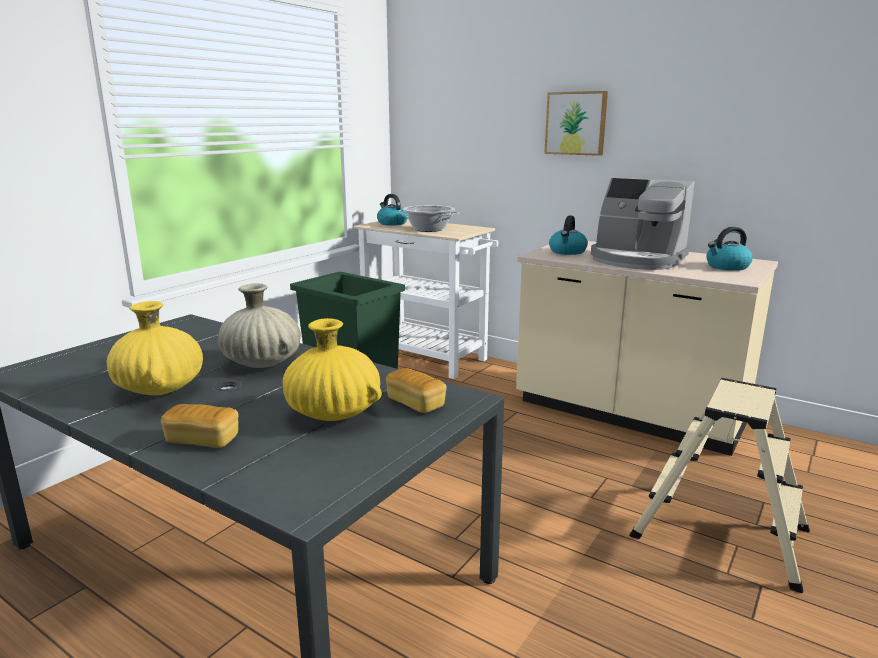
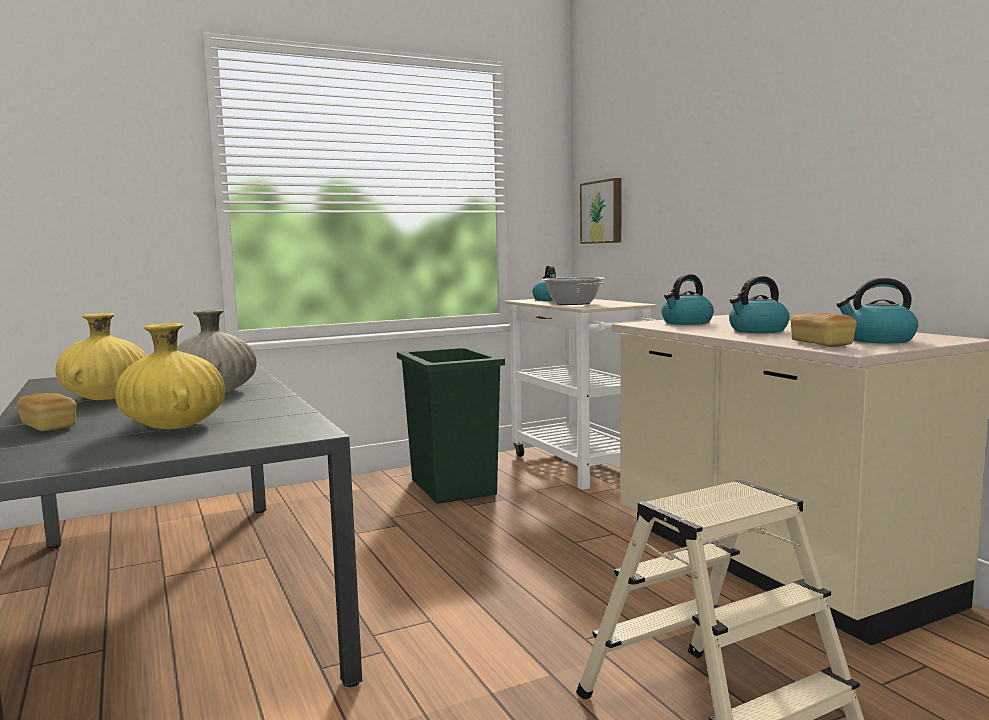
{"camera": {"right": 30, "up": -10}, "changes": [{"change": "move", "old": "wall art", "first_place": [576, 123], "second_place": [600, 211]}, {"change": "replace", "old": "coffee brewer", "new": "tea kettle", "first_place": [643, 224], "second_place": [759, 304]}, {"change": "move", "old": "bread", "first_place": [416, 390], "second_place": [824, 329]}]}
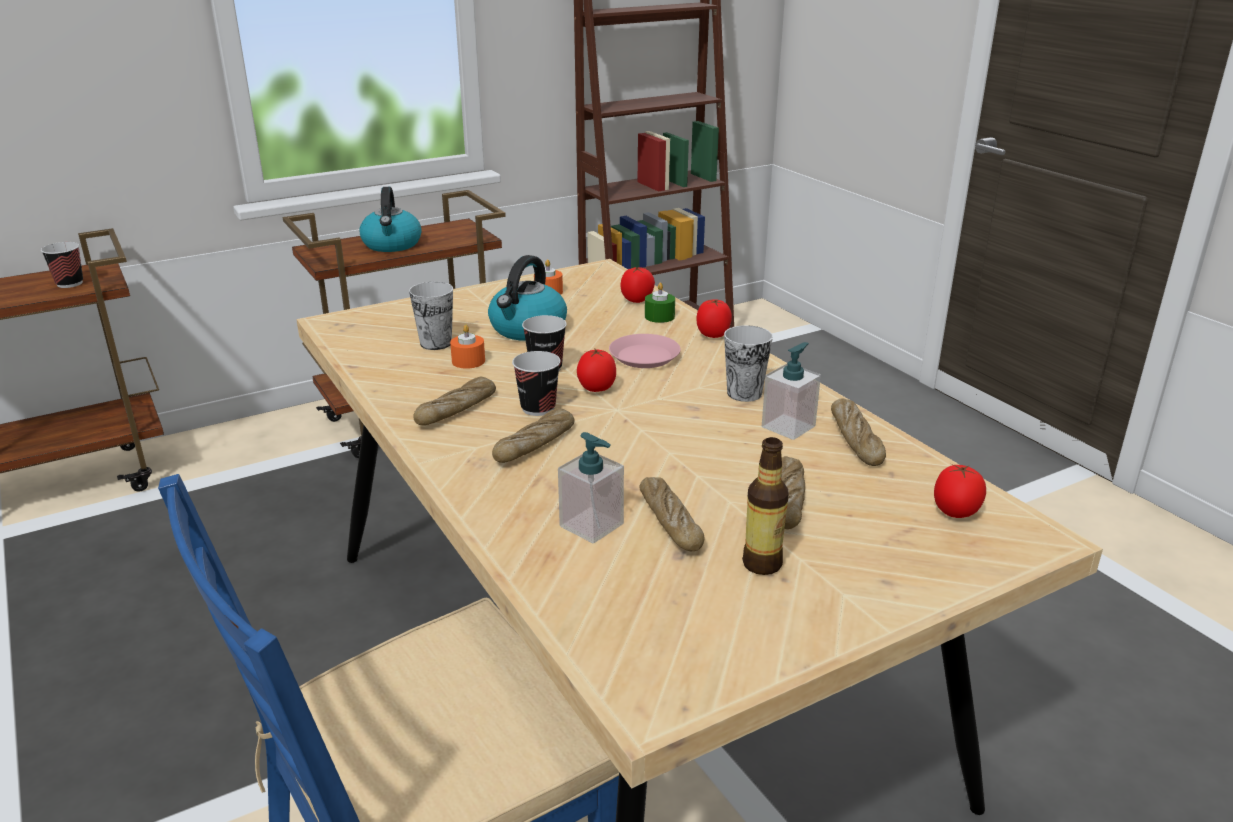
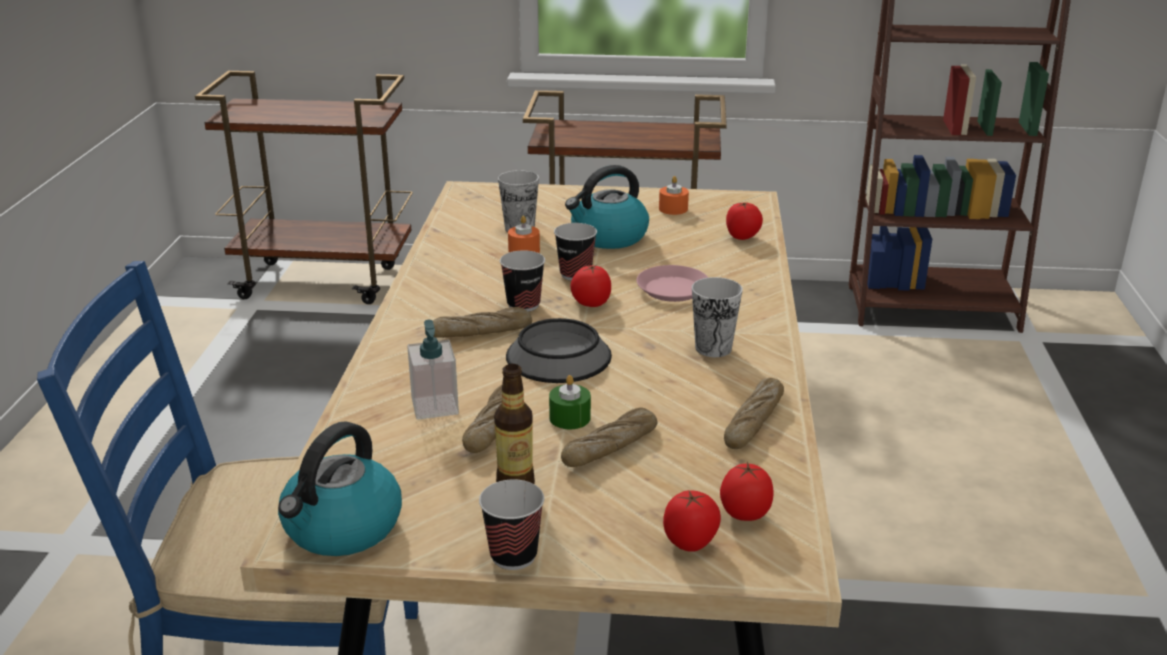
{"camera": {"right": 35, "up": 0}, "changes": [{"change": "move", "old": "tea kettle", "first_place": [390, 219], "second_place": [340, 488]}, {"change": "move", "old": "small cup", "first_place": [62, 265], "second_place": [511, 524]}, {"change": "insert", "new": "deep dish", "second_place": [559, 350]}, {"change": "move", "old": "greenish candle", "first_place": [660, 303], "second_place": [570, 402]}, {"change": "move", "old": "whole tomato", "first_place": [714, 318], "second_place": [692, 521]}, {"change": "delete", "old": "bread", "first_place": [455, 401]}, {"change": "delete", "old": "liquid soap bottle", "first_place": [791, 391]}]}
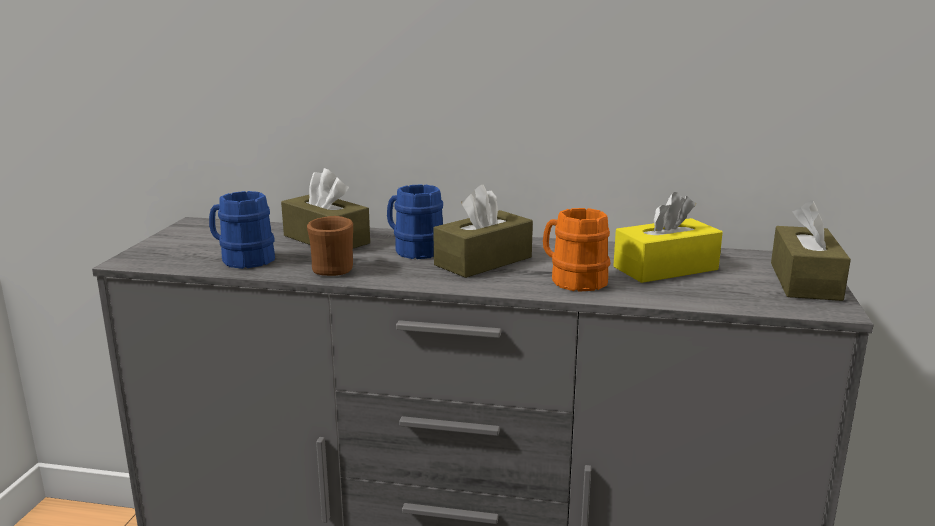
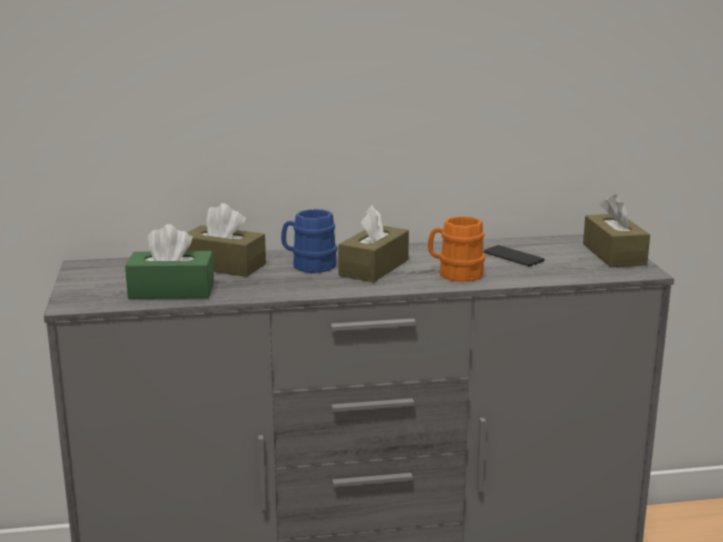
{"camera": {"right": -20, "up": 0}, "changes": [{"change": "replace", "old": "blue tea mug", "new": "greenish box of tissues", "first_place": [242, 230], "second_place": [169, 261]}, {"change": "replace", "old": "yellowish box of tissues", "new": "phone", "first_place": [668, 237], "second_place": [514, 256]}, {"change": "delete", "old": "brownish tea mug", "first_place": [330, 246]}]}
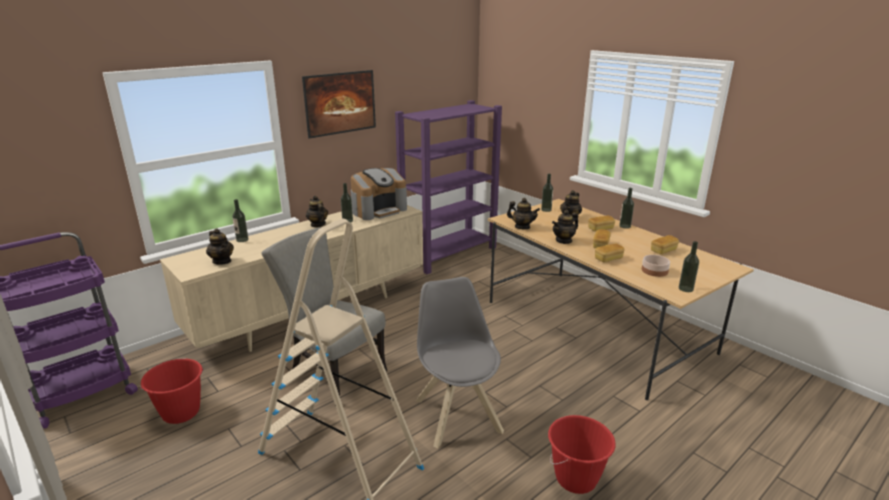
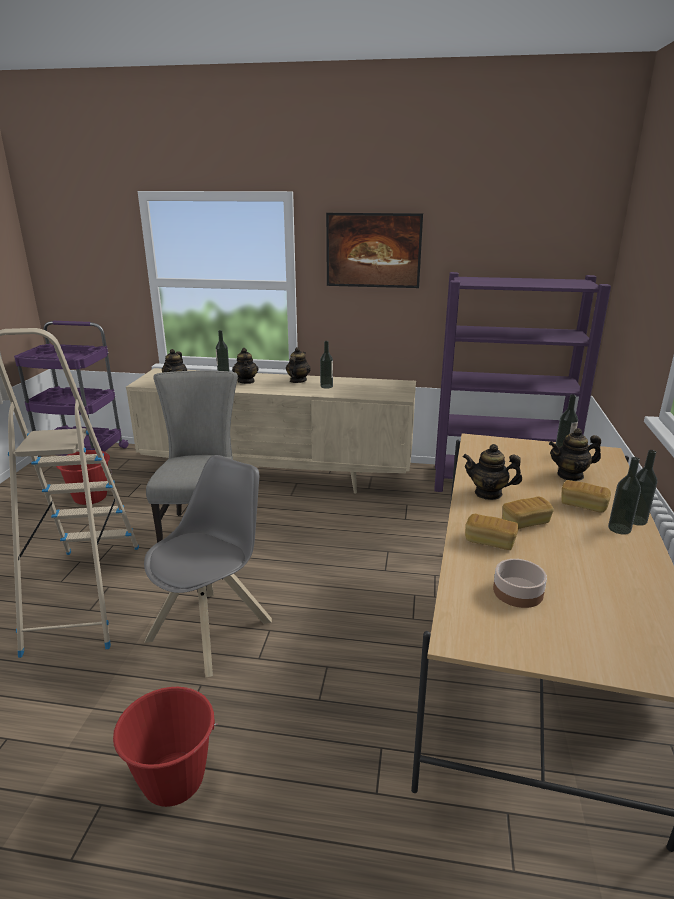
{"camera": {"right": 50, "up": 0}, "changes": [{"change": "move", "old": "pot for tea", "first_place": [523, 213], "second_place": [245, 366]}, {"change": "move", "old": "bottle", "first_place": [689, 266], "second_place": [624, 496]}, {"change": "delete", "old": "coffee brewer", "first_place": [379, 194]}, {"change": "delete", "old": "bread", "first_place": [665, 244]}]}
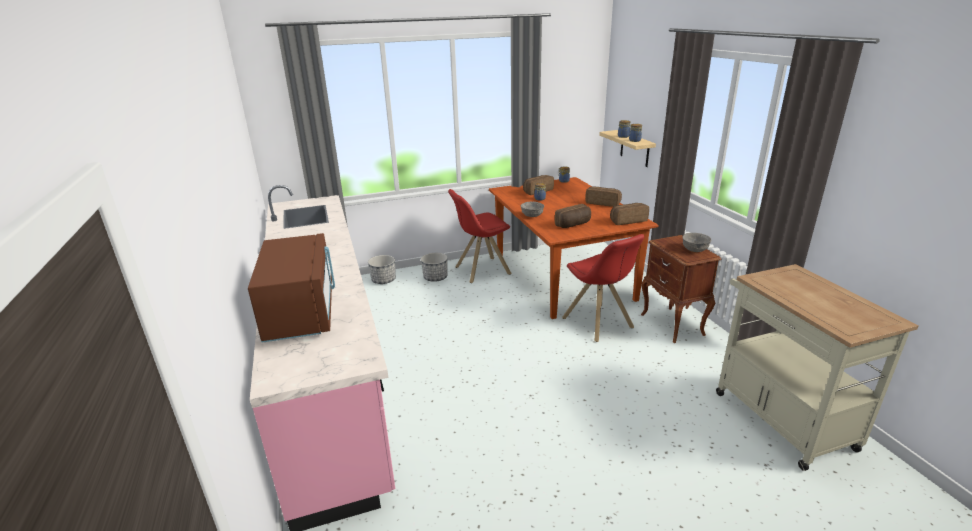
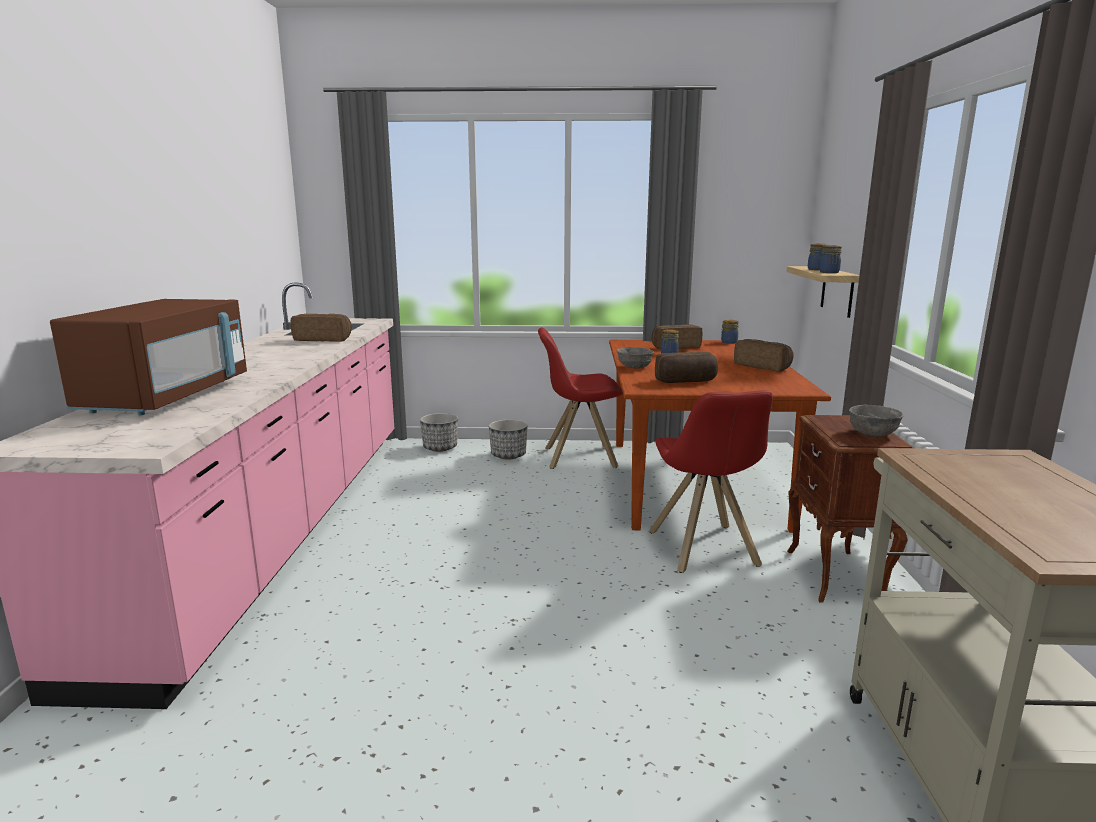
{"camera": {"right": 20, "up": -10}, "changes": [{"change": "move", "old": "bread", "first_place": [629, 214], "second_place": [321, 327]}]}
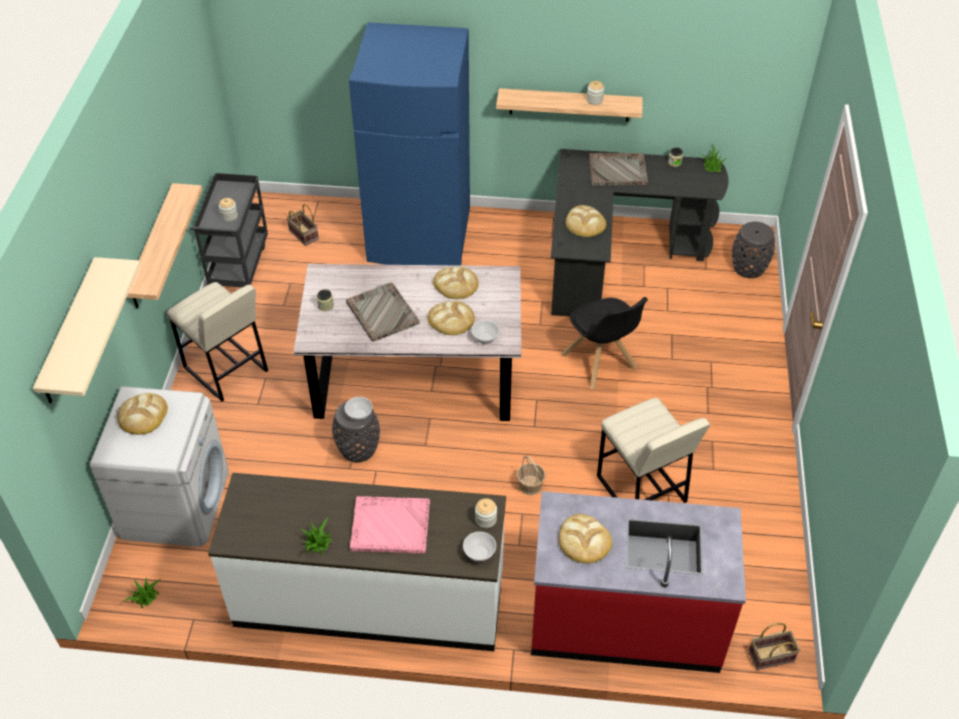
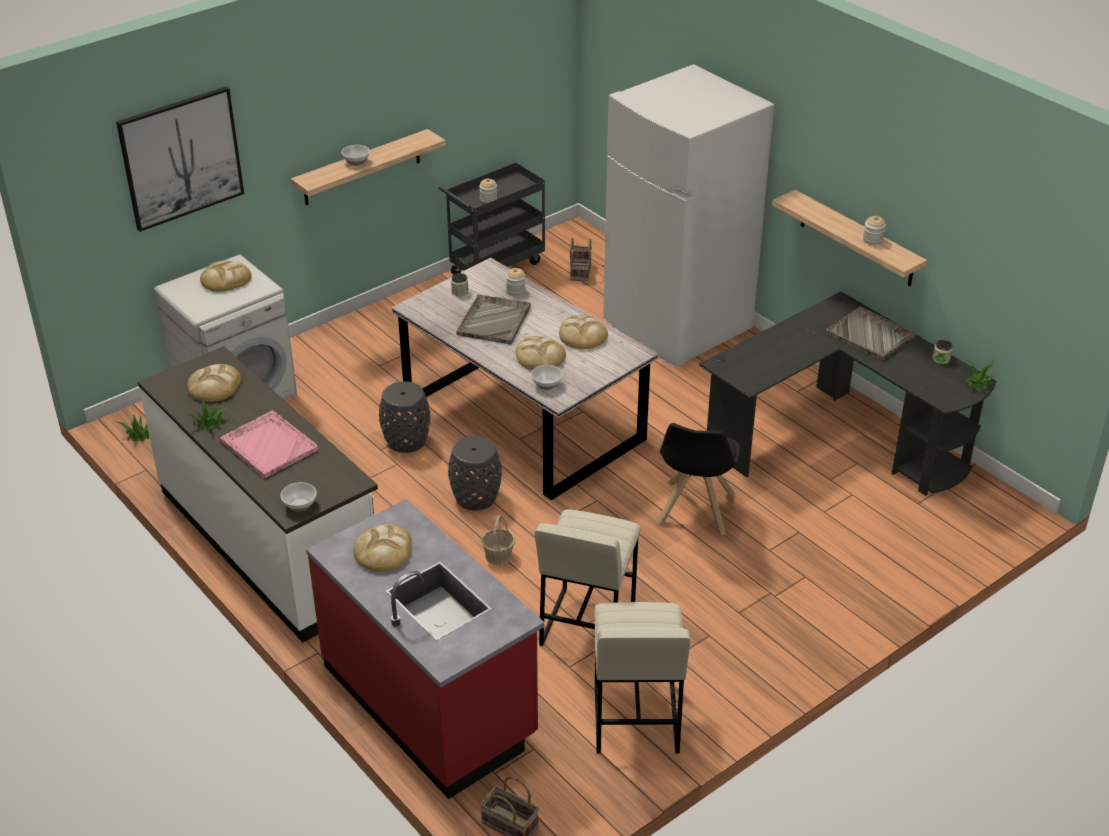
{"camera": {"right": 45, "up": -10}, "changes": [{"change": "replace", "old": "beige shelf", "new": "wall art", "first_place": [87, 330], "second_place": [180, 159]}, {"change": "move", "old": "bread", "first_place": [586, 221], "second_place": [214, 383]}, {"change": "move", "old": "deep dish", "first_place": [359, 409], "second_place": [356, 155]}, {"change": "move", "old": "grey stool", "first_place": [753, 250], "second_place": [475, 473]}, {"change": "move", "old": "preserve jar", "first_place": [486, 513], "second_place": [515, 282]}, {"change": "move", "old": "beige chair", "first_place": [217, 342], "second_place": [642, 678]}, {"change": "recolor", "old": "blue refrigerator", "new": "white-coloured refrigerator", "first_place": [409, 144], "second_place": [688, 215]}]}
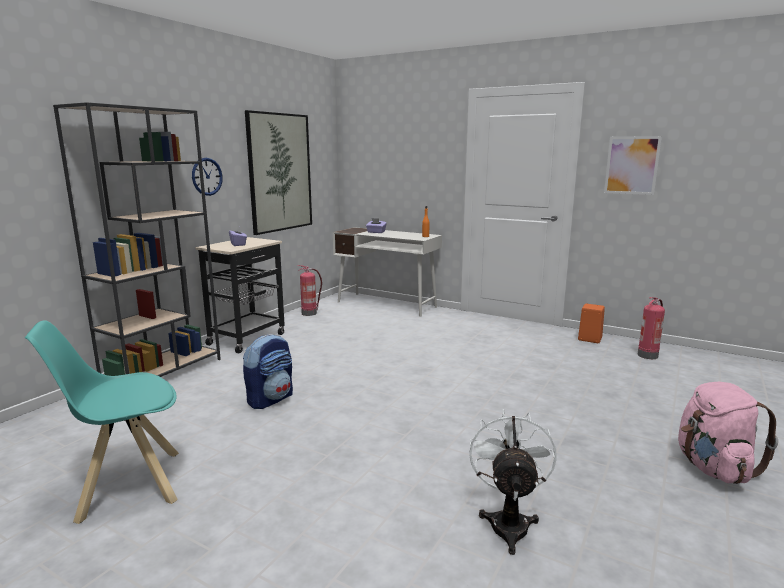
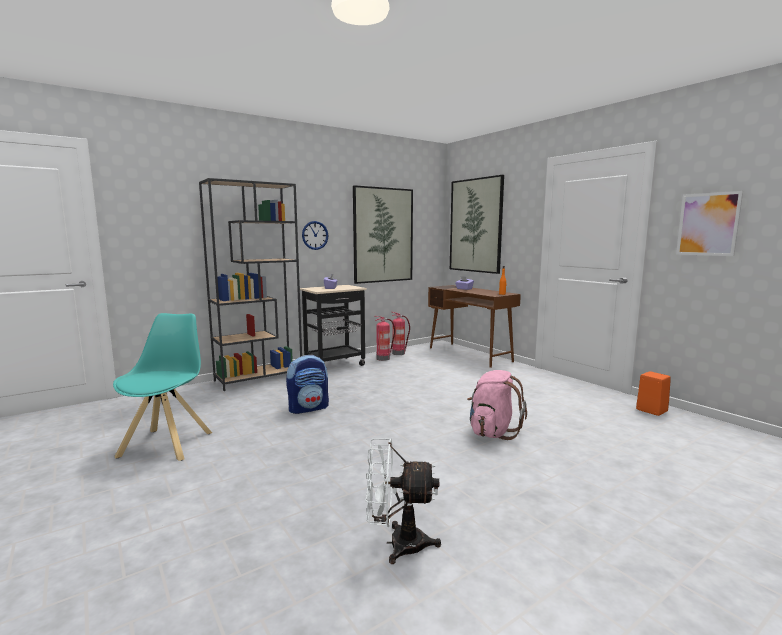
{"camera": {"right": 25, "up": -5}, "changes": [{"change": "rotate", "old": "blue-green chair", "first_place": [102, 422], "second_place": [162, 387], "degrees": 90}, {"change": "rotate", "old": "white-coloured cooling fan", "first_place": [513, 482], "second_place": [403, 501], "degrees": -120}, {"change": "move", "old": "fire-fighting cylinder", "first_place": [651, 328], "second_place": [385, 338]}, {"change": "recolor", "old": "white-coloured desk", "new": "brownish desk", "first_place": [387, 272], "second_place": [474, 326]}, {"change": "insert", "new": "wall art", "second_place": [477, 224]}, {"change": "move", "old": "pinkish rucksack", "first_place": [728, 433], "second_place": [497, 405]}]}
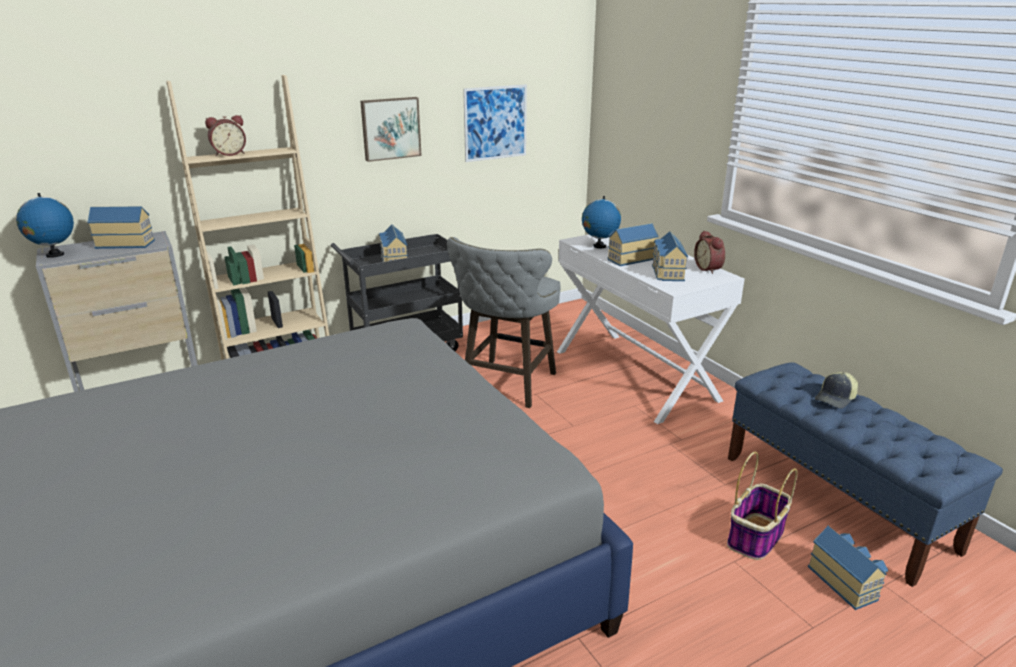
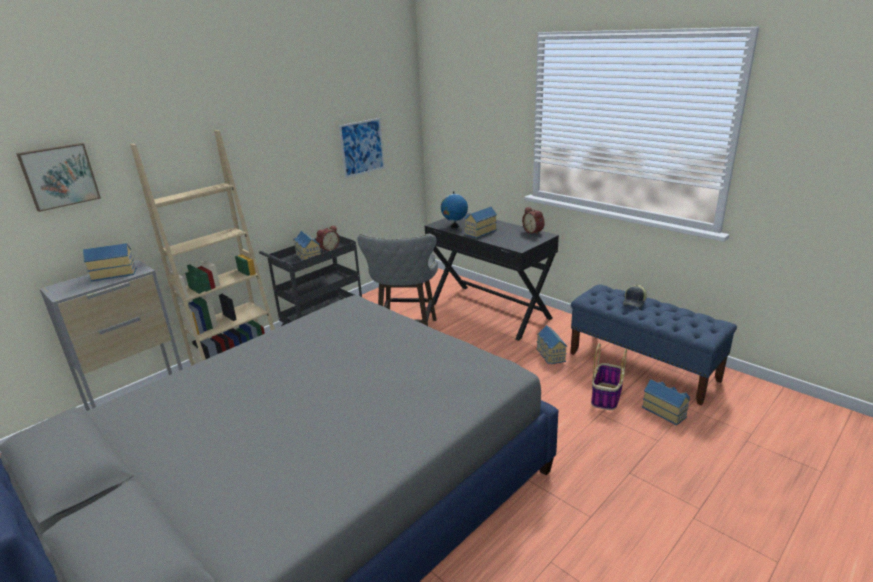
{"camera": {"right": -15, "up": 0}, "changes": [{"change": "move", "old": "wall art", "first_place": [391, 129], "second_place": [58, 177]}, {"change": "move", "old": "table clock", "first_place": [225, 135], "second_place": [328, 238]}, {"change": "recolor", "old": "white-coloured desk", "new": "black desk", "first_place": [651, 329], "second_place": [492, 277]}, {"change": "move", "old": "miniature house", "first_place": [670, 256], "second_place": [552, 344]}, {"change": "delete", "old": "desk globe", "first_place": [45, 225]}]}
